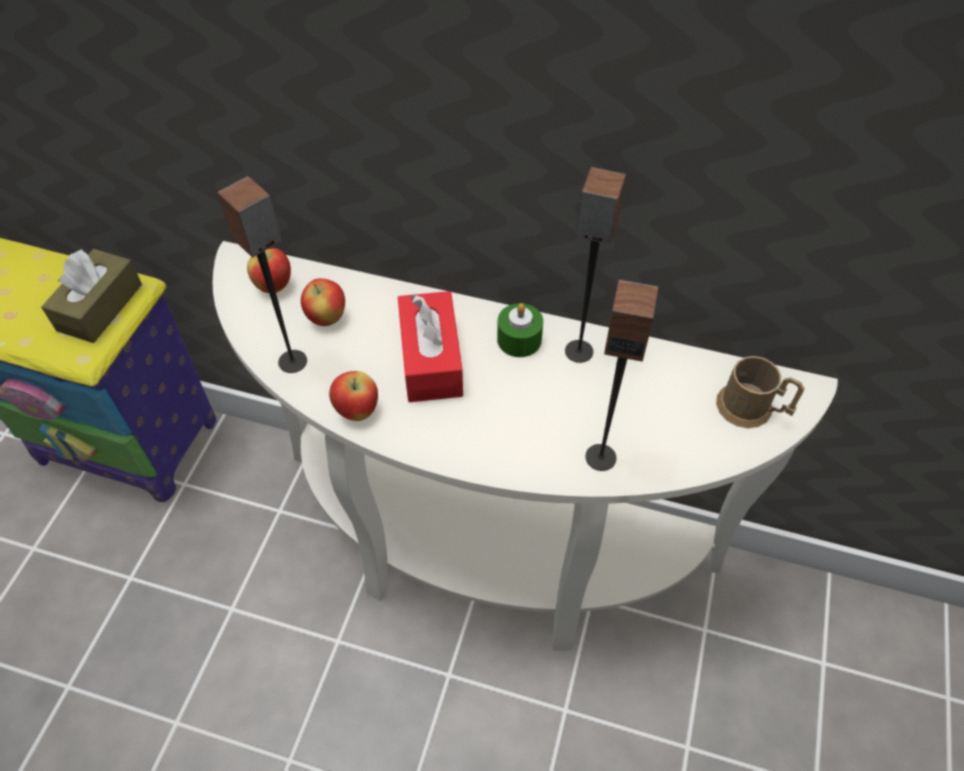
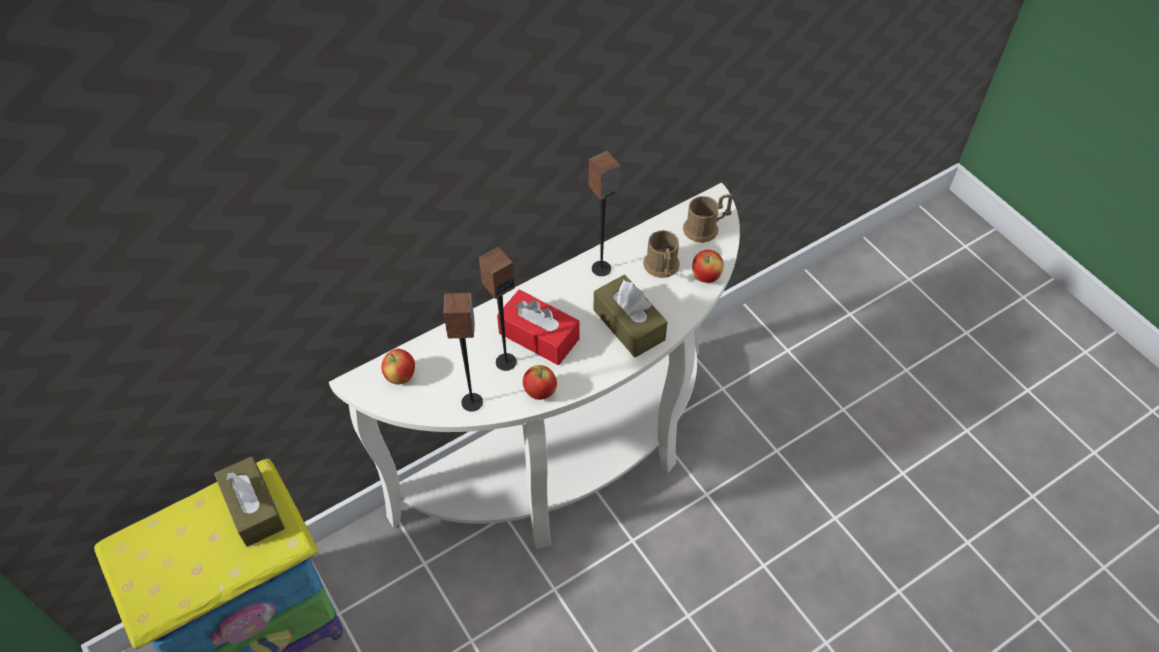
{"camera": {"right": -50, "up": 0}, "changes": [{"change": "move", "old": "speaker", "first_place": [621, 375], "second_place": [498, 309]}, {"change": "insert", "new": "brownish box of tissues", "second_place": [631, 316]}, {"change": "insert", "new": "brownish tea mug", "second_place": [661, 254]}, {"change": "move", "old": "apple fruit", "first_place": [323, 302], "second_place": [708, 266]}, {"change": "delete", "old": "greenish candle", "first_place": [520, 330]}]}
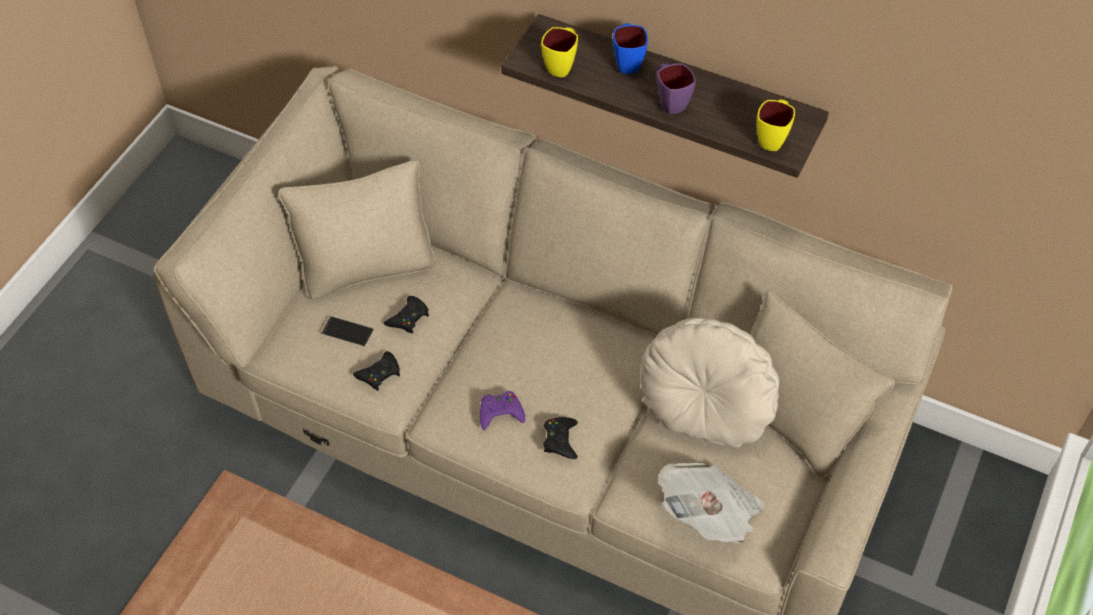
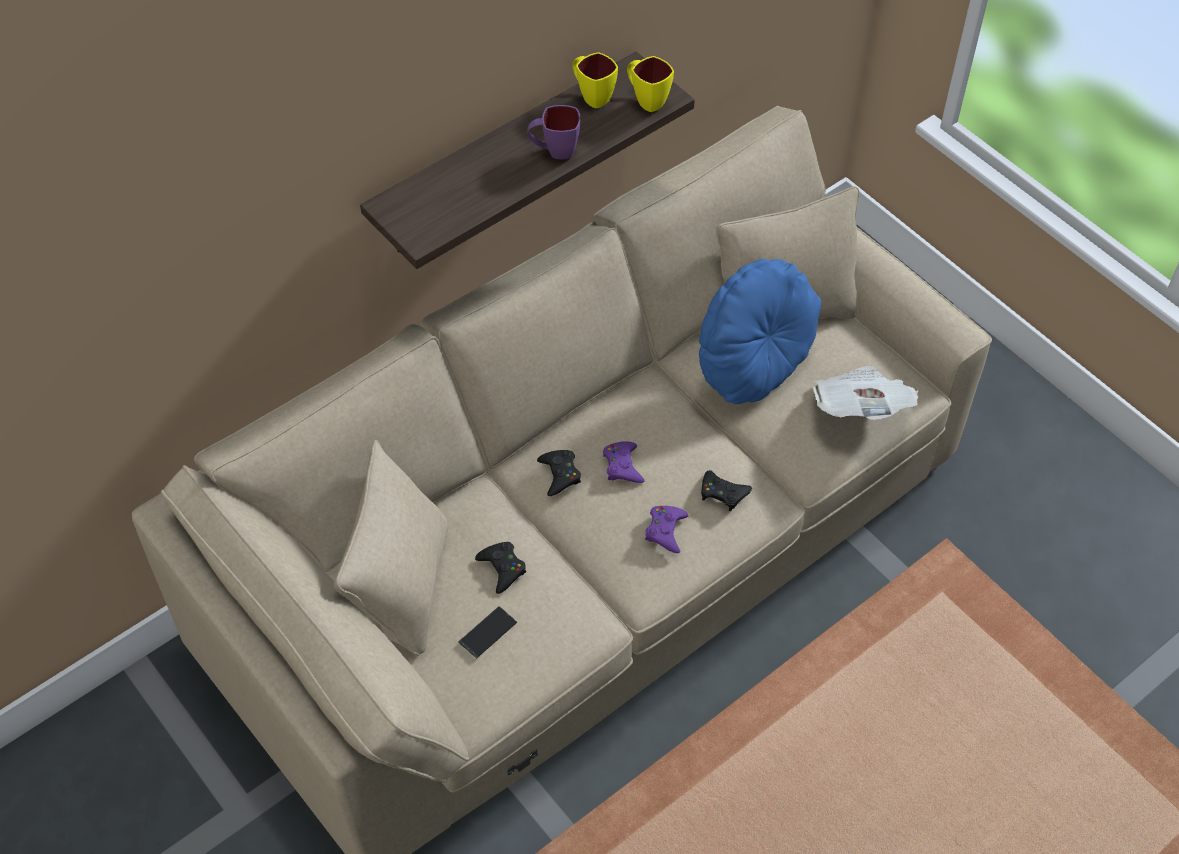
{"camera": {"right": -65, "up": 0}, "changes": [{"change": "move", "old": "black game controller", "first_place": [376, 371], "second_place": [559, 473]}, {"change": "move", "old": "yellowish tea mug", "first_place": [559, 52], "second_place": [595, 80]}, {"change": "insert", "new": "purple game controller", "second_place": [624, 462]}, {"change": "recolor", "old": "beige pillow", "new": "blue pillow", "first_place": [709, 383], "second_place": [760, 331]}, {"change": "delete", "old": "blue tea mug", "first_place": [630, 48]}]}
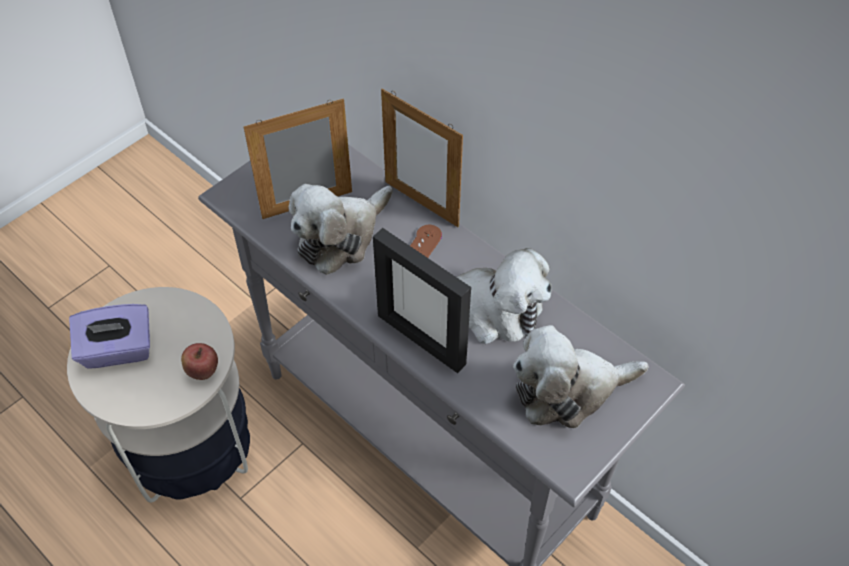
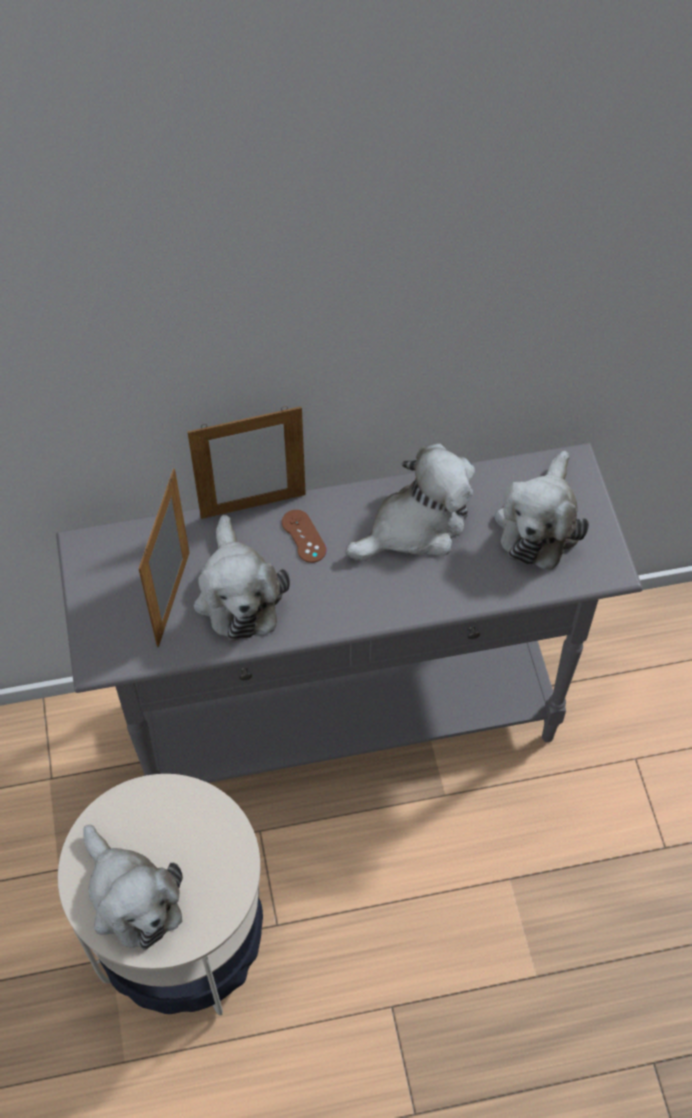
{"camera": {"right": -55, "up": 5}, "changes": [{"change": "replace", "old": "purple box of tissues", "new": "soft toy", "first_place": [109, 336], "second_place": [133, 887]}, {"change": "delete", "old": "apple fruit", "first_place": [199, 361]}, {"change": "delete", "old": "photo frame", "first_place": [422, 300]}]}
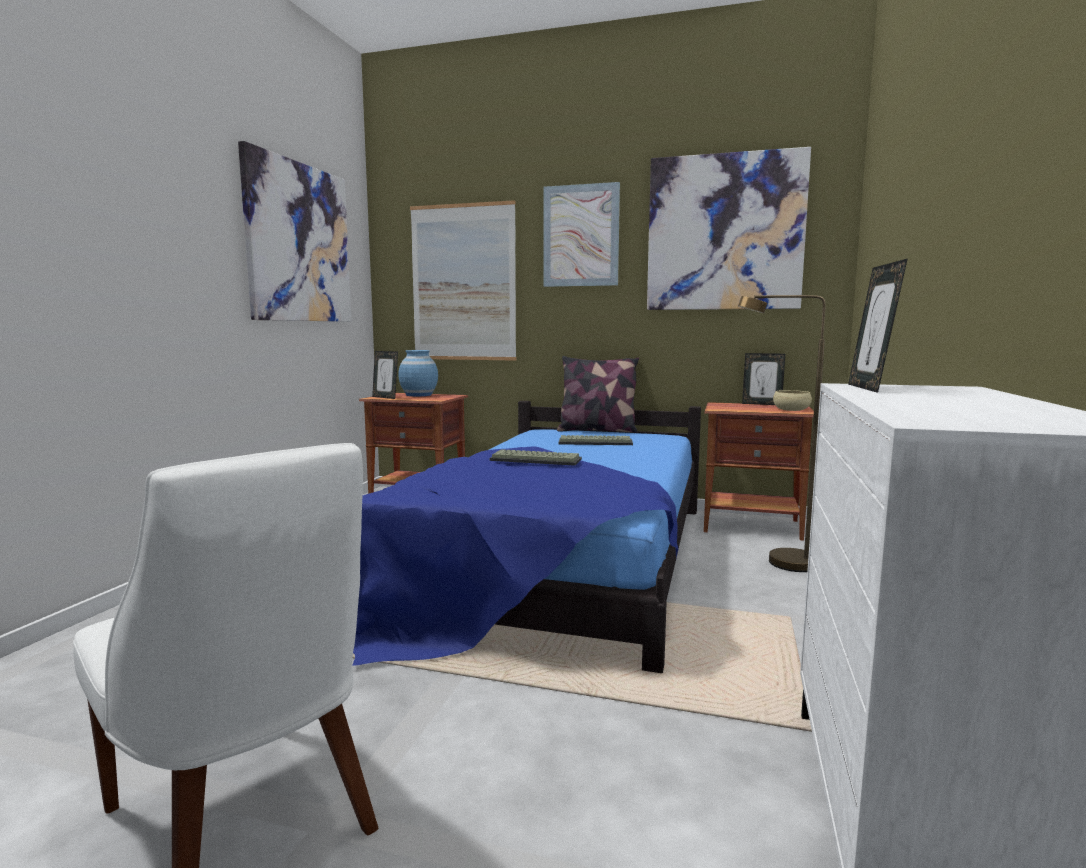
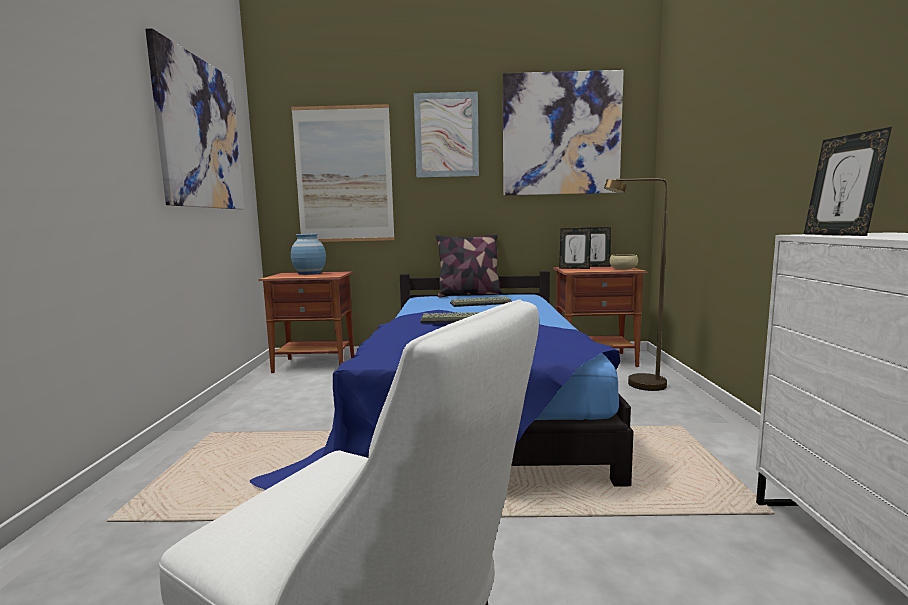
{"camera": {"right": -15, "up": 0}, "changes": [{"change": "move", "old": "photo frame", "first_place": [385, 375], "second_place": [575, 248]}]}
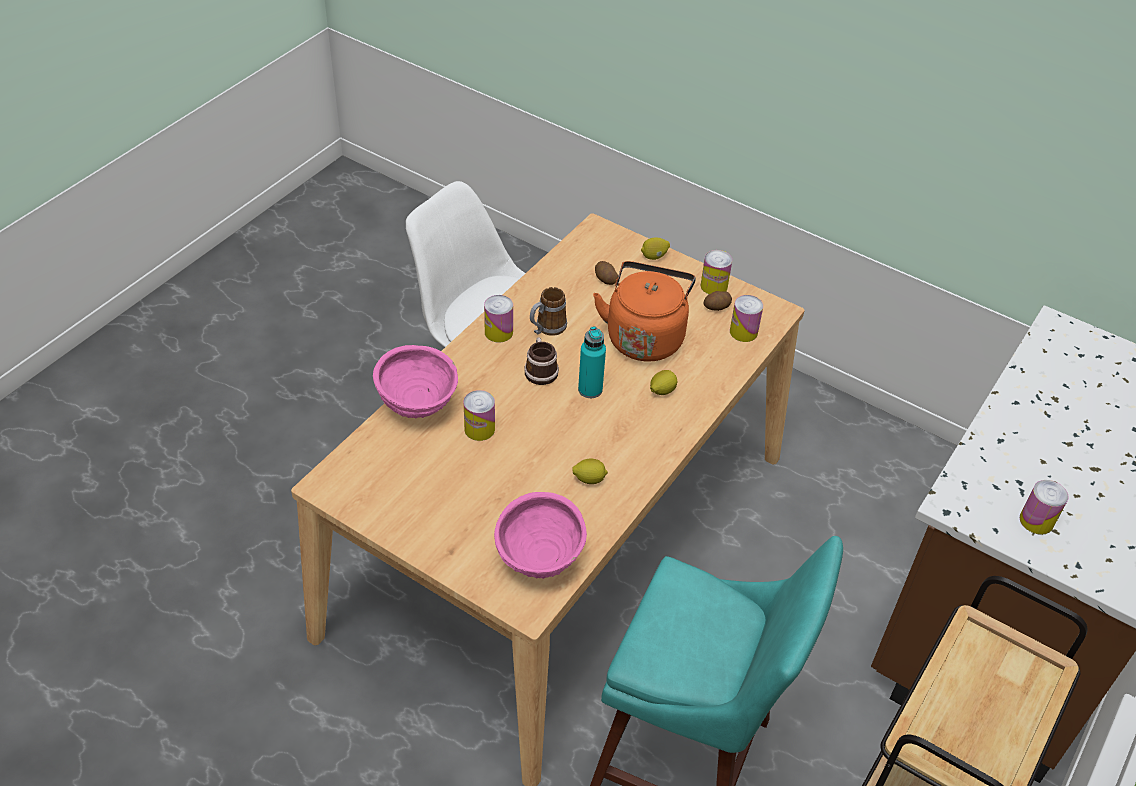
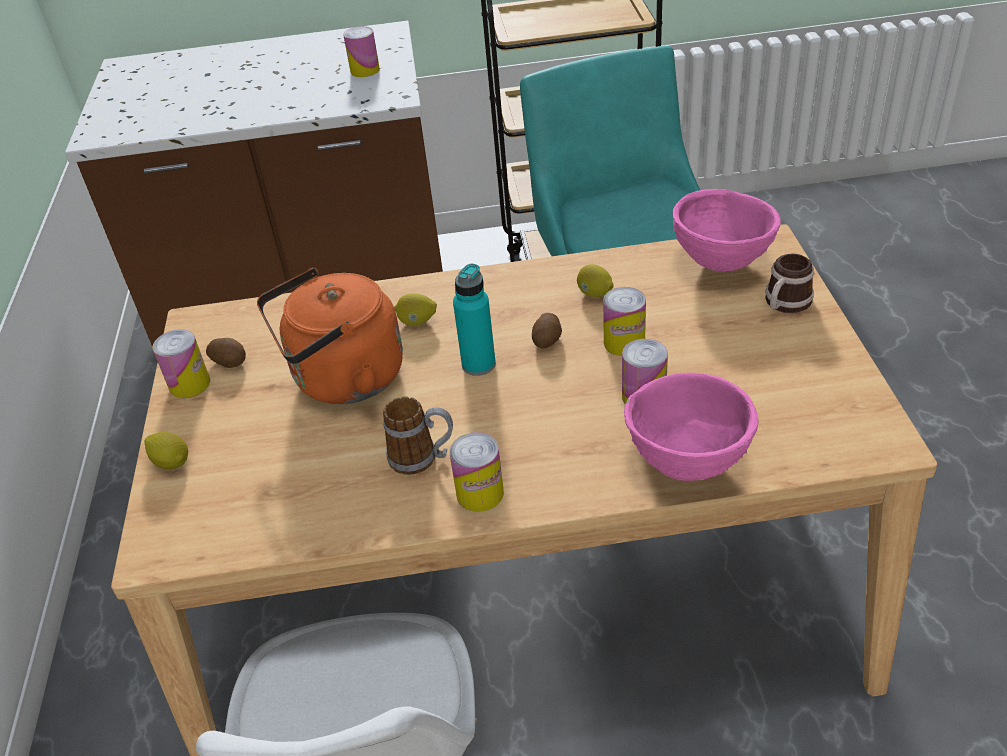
{"camera": {"right": -125, "up": -5}, "changes": [{"change": "move", "old": "potato", "first_place": [606, 273], "second_place": [547, 330]}, {"change": "move", "old": "sealed can", "first_place": [746, 318], "second_place": [624, 321]}, {"change": "move", "old": "tea mug", "first_place": [541, 361], "second_place": [790, 283]}]}
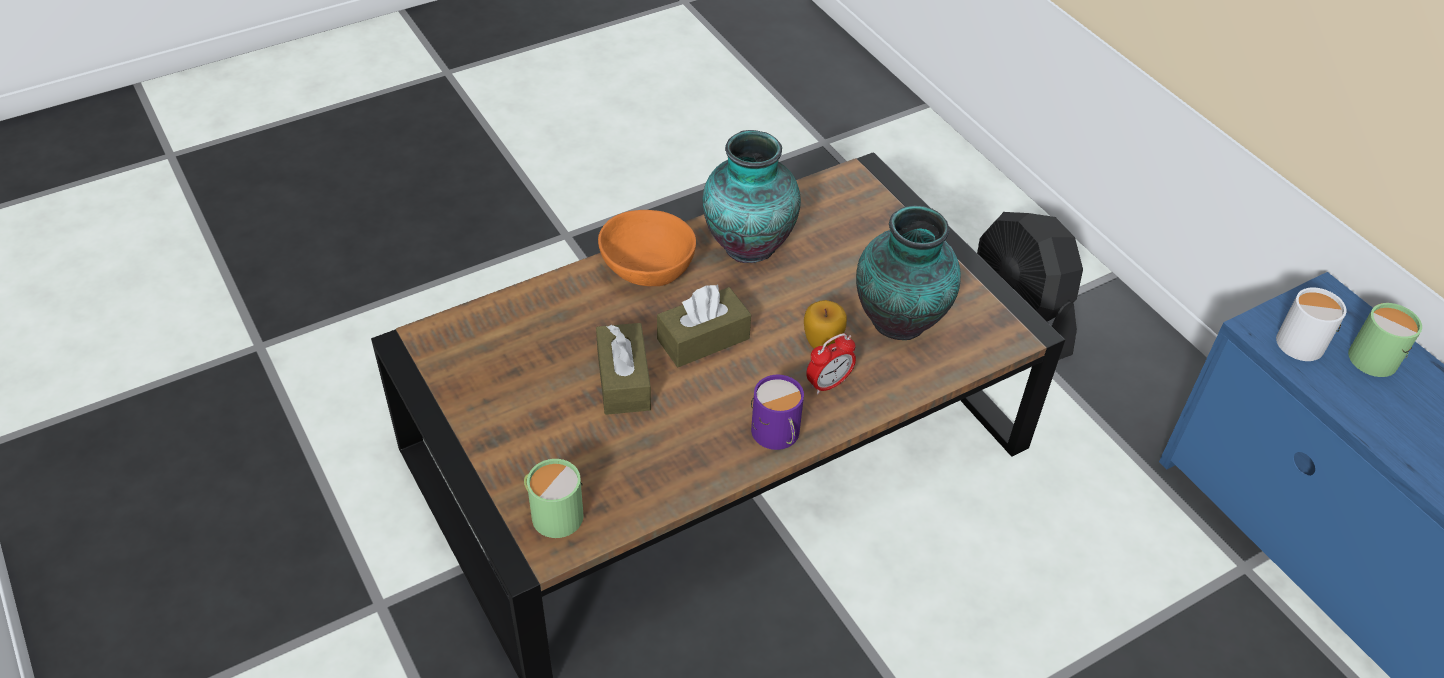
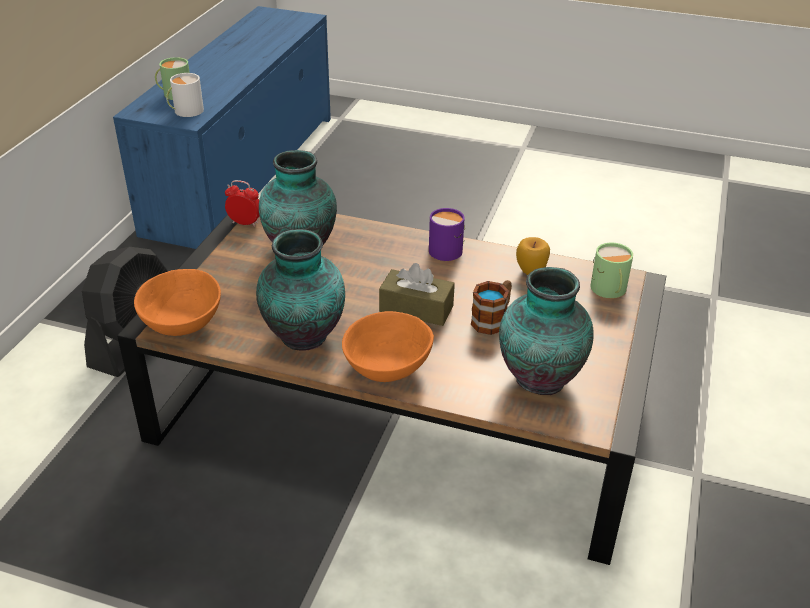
{"camera": {"right": -130, "up": -10}, "changes": [{"change": "insert", "new": "orangey deep dish", "second_place": [177, 302]}, {"change": "move", "old": "table clock", "first_place": [831, 363], "second_place": [242, 203]}, {"change": "replace", "old": "brownish box of tissues", "new": "tea mug", "first_place": [623, 369], "second_place": [491, 307]}, {"change": "insert", "new": "vase", "second_place": [546, 331]}, {"change": "move", "old": "apple fruit", "first_place": [825, 324], "second_place": [533, 256]}]}
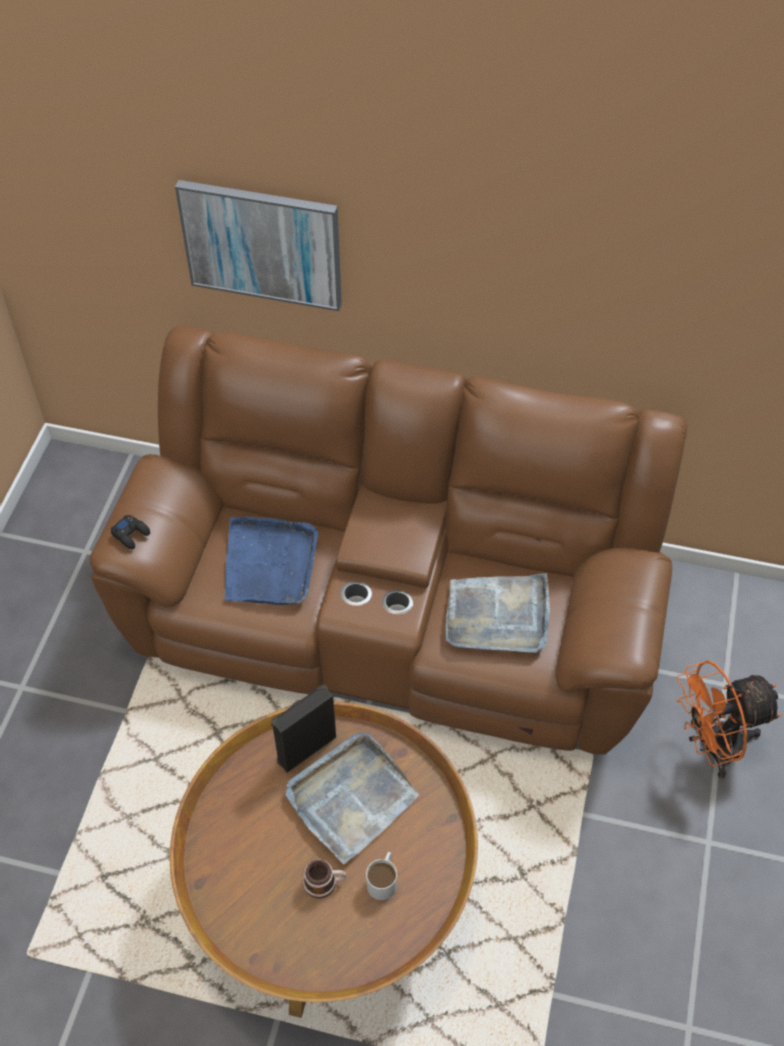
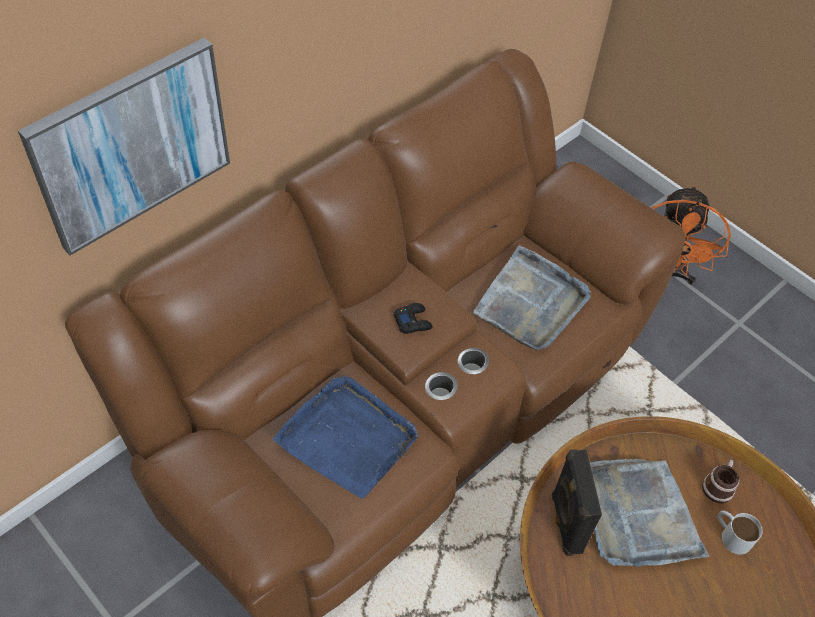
{"camera": {"right": -60, "up": 0}, "changes": [{"change": "move", "old": "black game controller", "first_place": [130, 532], "second_place": [413, 318]}, {"change": "move", "old": "tea mug", "first_place": [325, 878], "second_place": [721, 481]}]}
